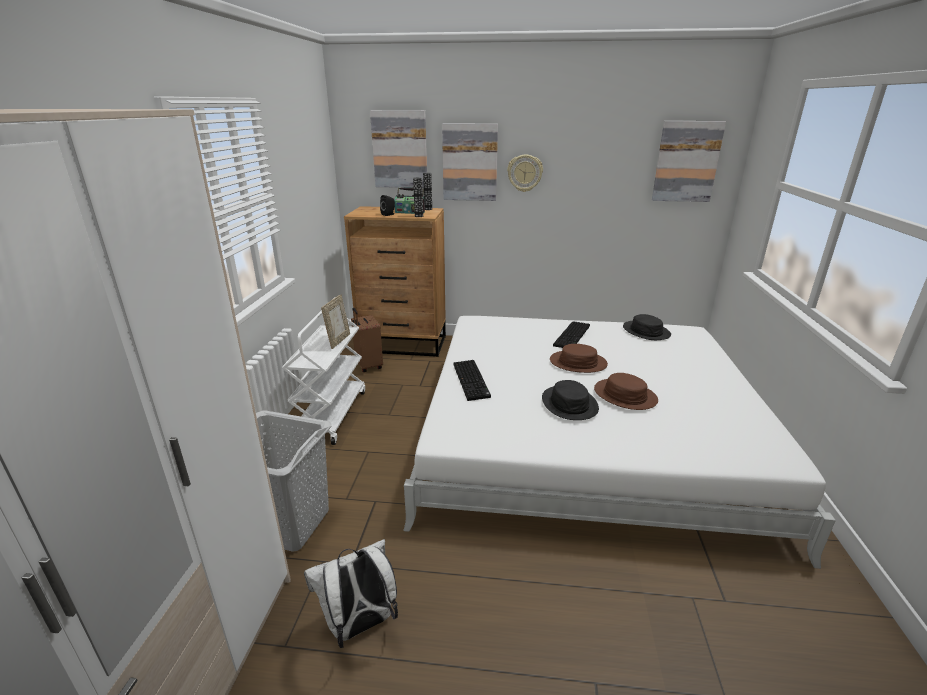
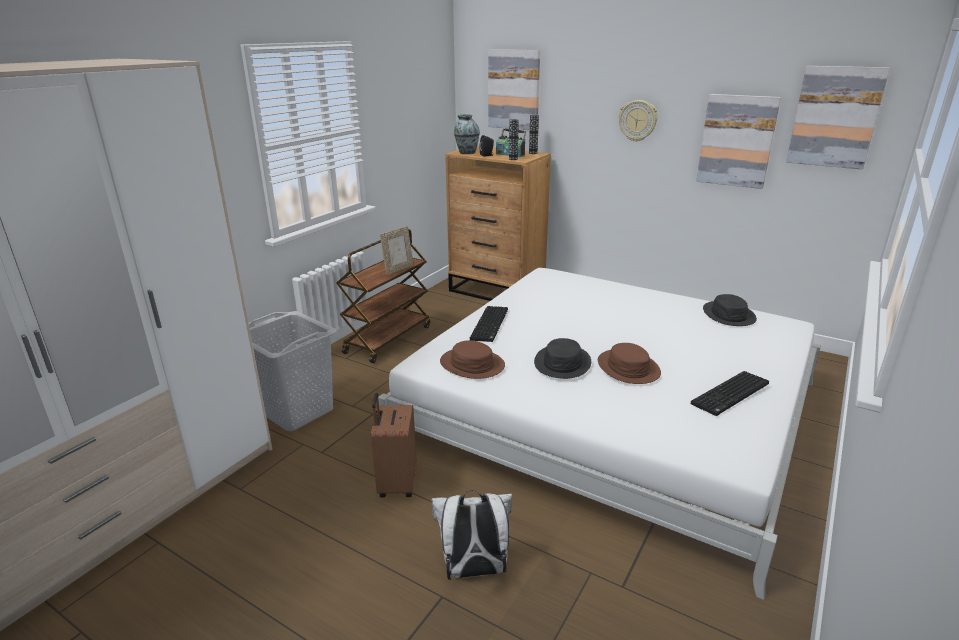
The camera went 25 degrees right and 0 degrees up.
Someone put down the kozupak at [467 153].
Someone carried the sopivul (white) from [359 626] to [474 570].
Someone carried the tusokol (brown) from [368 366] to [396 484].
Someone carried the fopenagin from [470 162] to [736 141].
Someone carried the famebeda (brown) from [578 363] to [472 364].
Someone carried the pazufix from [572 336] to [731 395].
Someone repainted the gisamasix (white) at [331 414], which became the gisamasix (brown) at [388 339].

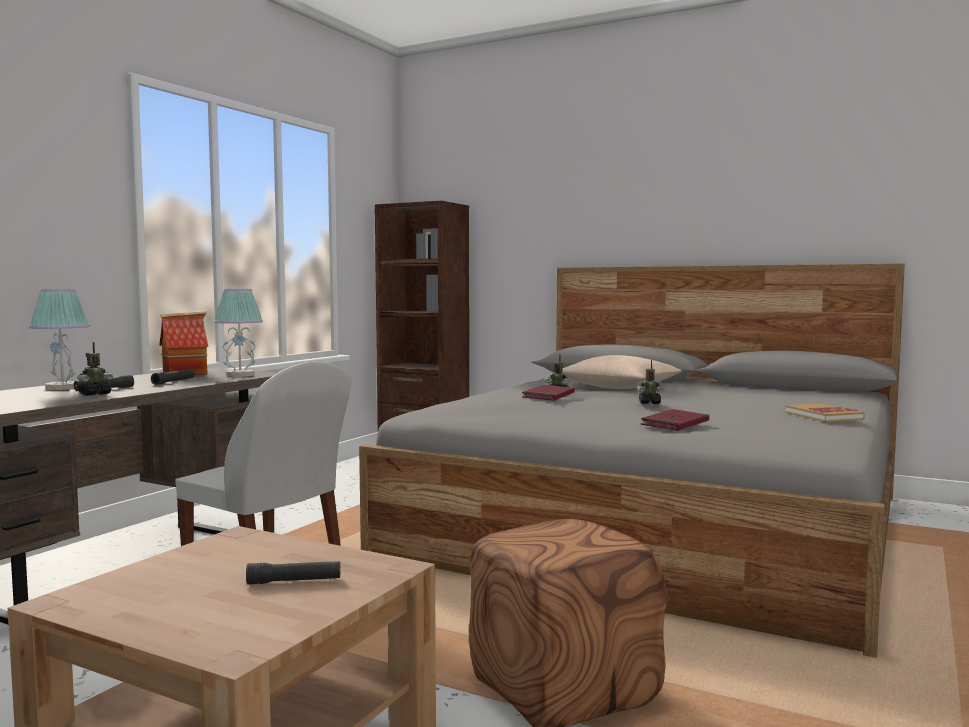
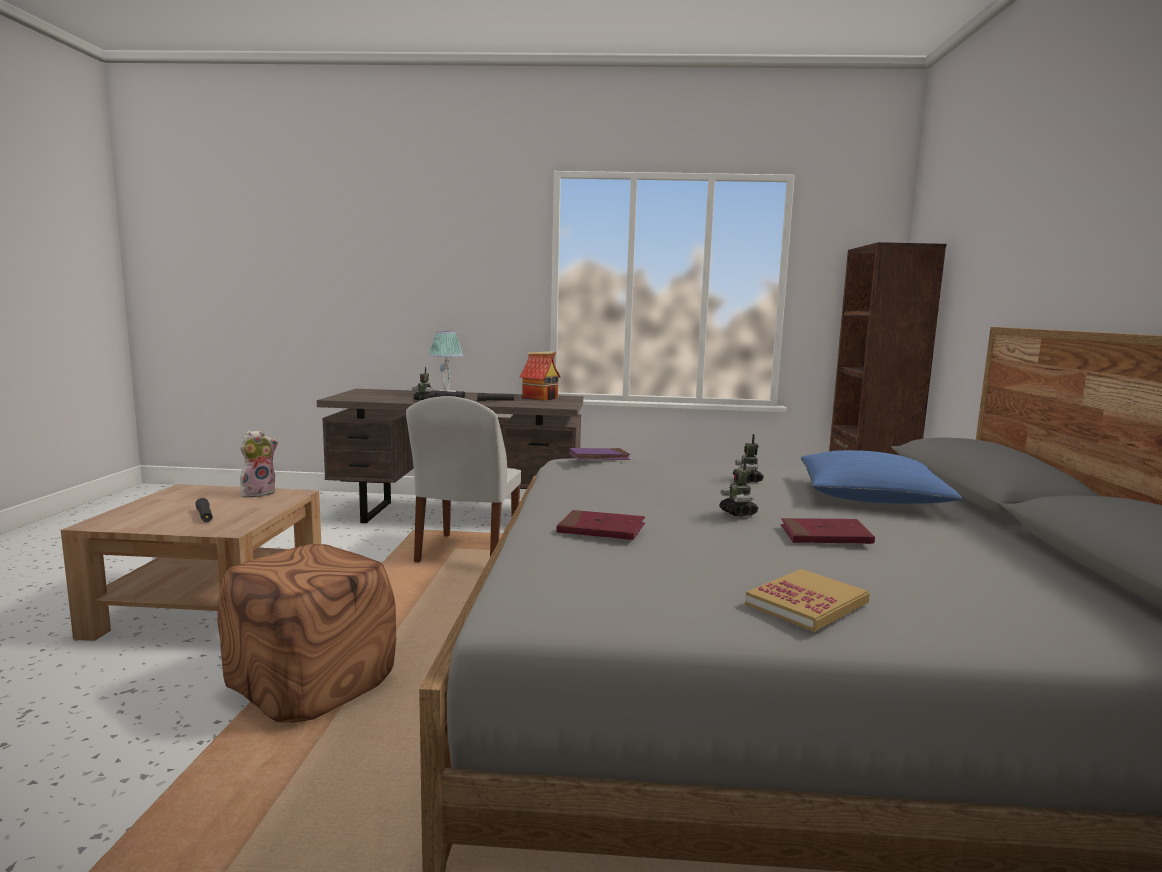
The camera went 65 degrees right and 5 degrees up.
Someone took away the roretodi at [240 375].
Someone put down the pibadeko at [258 493].
Someone put down the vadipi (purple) at [599 457].
Someone carried the vadipi (red) from [548 396] to [825 536].
Someone repainted the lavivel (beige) at [619 387], which became the lavivel (blue) at [870 498].

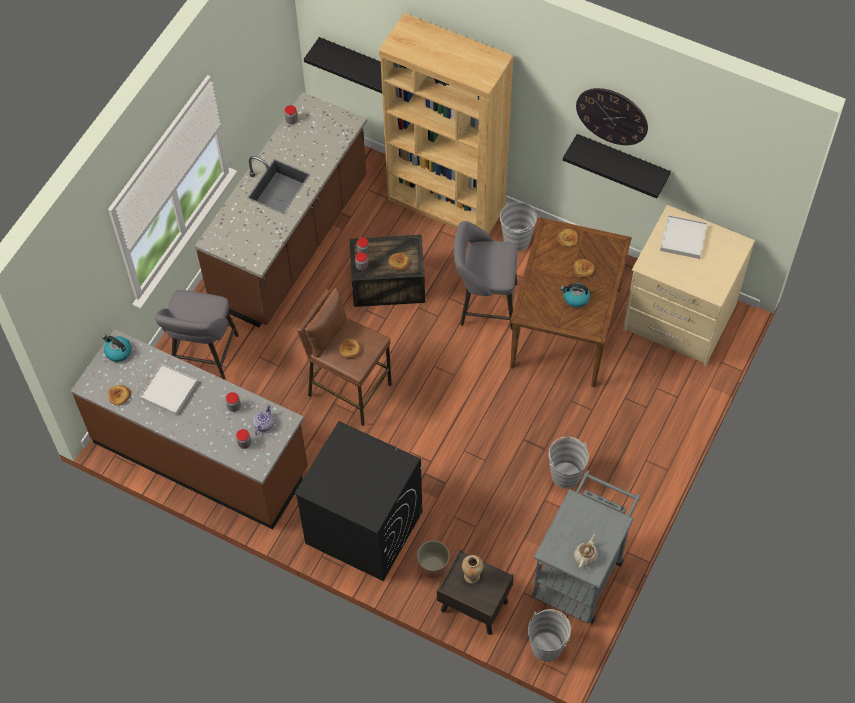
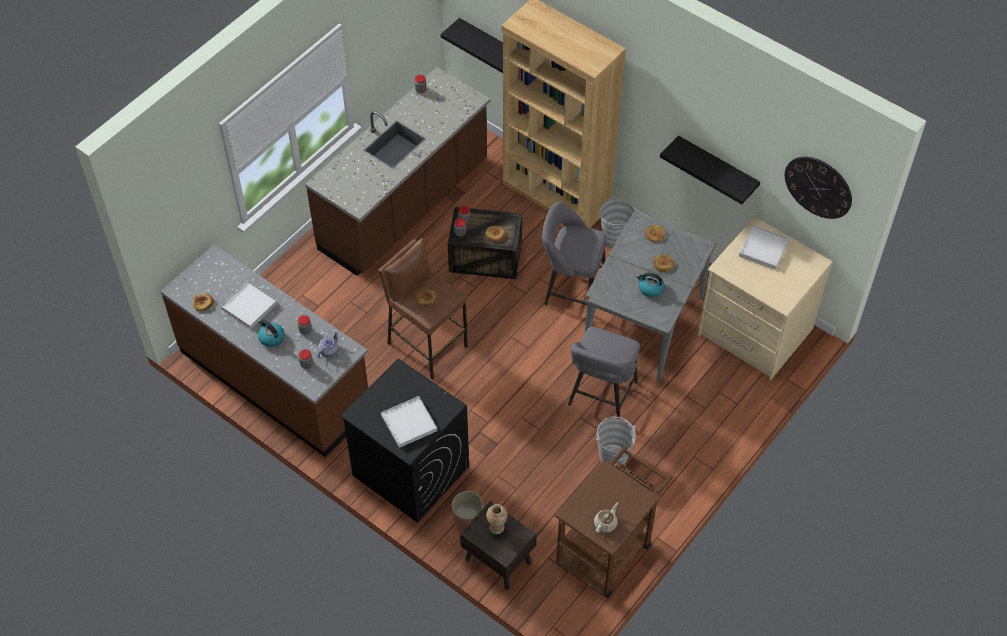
The camera went 10 degrees right and 5 degrees down.
Someone took away the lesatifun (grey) at [547 647].
Someone put down the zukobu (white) at [409 423].
Someone carried the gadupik from [118 352] to [271 338].
Someone carried the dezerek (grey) from [203 356] to [601 397].
Someone carried the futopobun from [612 116] to [818 187].
Someone repainted the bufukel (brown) at [565 328], which became the bufukel (grey) at [643 323].
Someone repainted the gisamasix (grey) at [581 571], which became the gisamasix (brown) at [608 547].

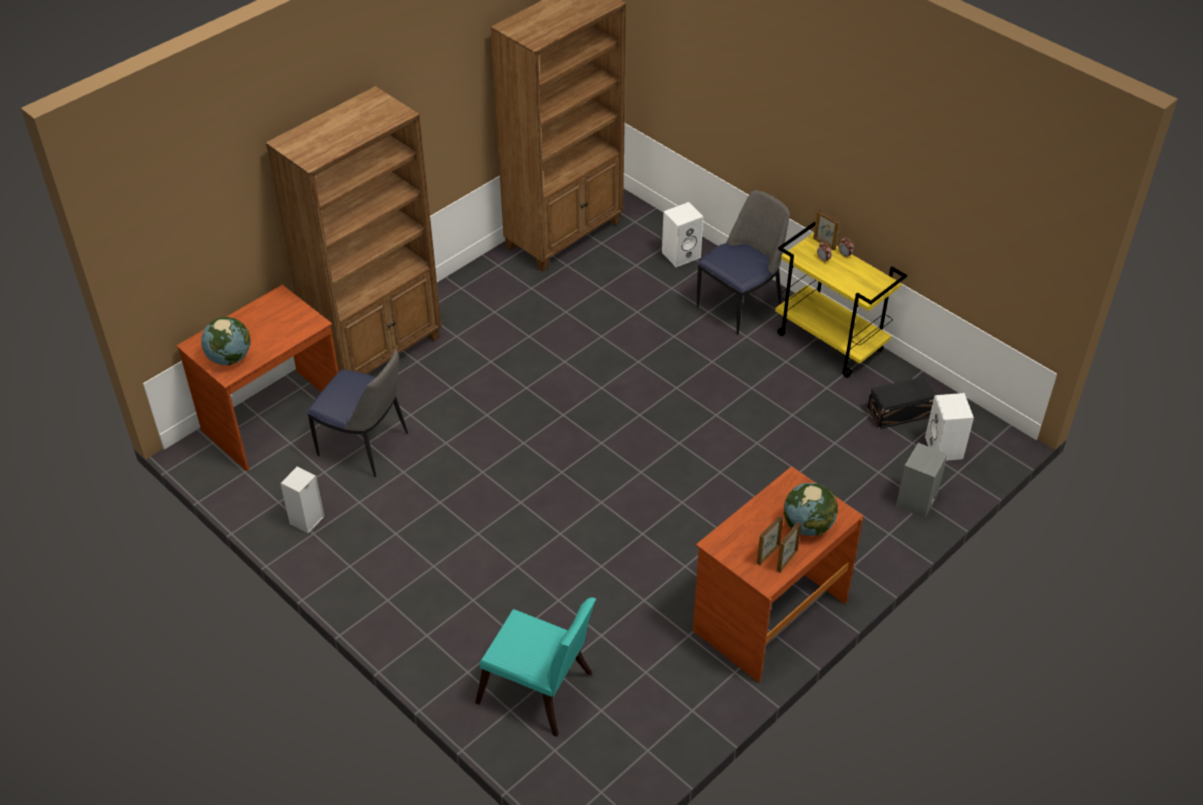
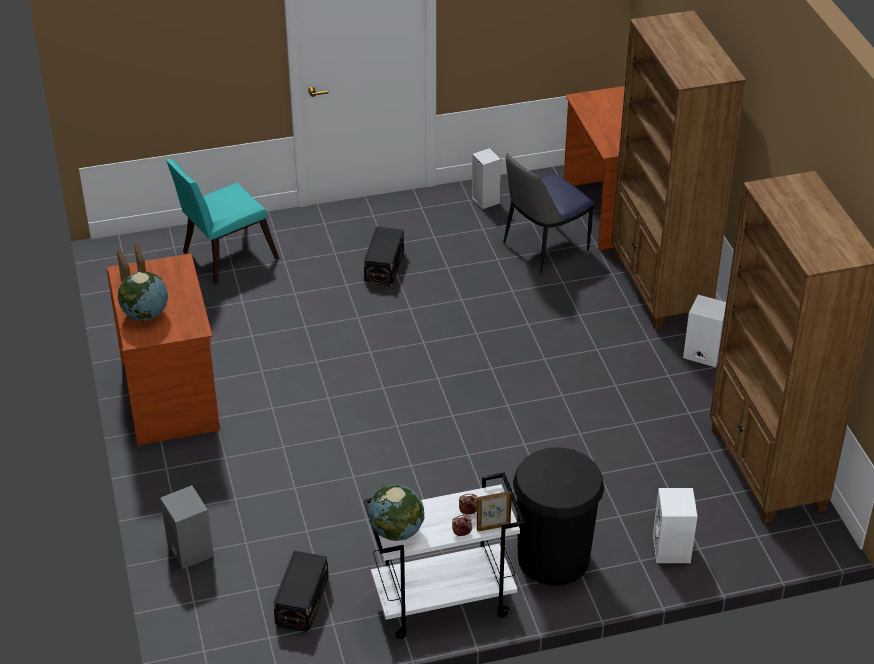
The camera went 120 degrees right and 5 degrees down.
Someone put down the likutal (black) at [385 266].
Someone carried the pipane from [230 358] to [397 531].
Someone carried the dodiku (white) from [945 448] to [702 353].
Someone swapped the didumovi at [740 305] for the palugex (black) at [553 558].
Someone repainted the gisamasix (yellow) at [831 342], which became the gisamasix (white) at [442 603].

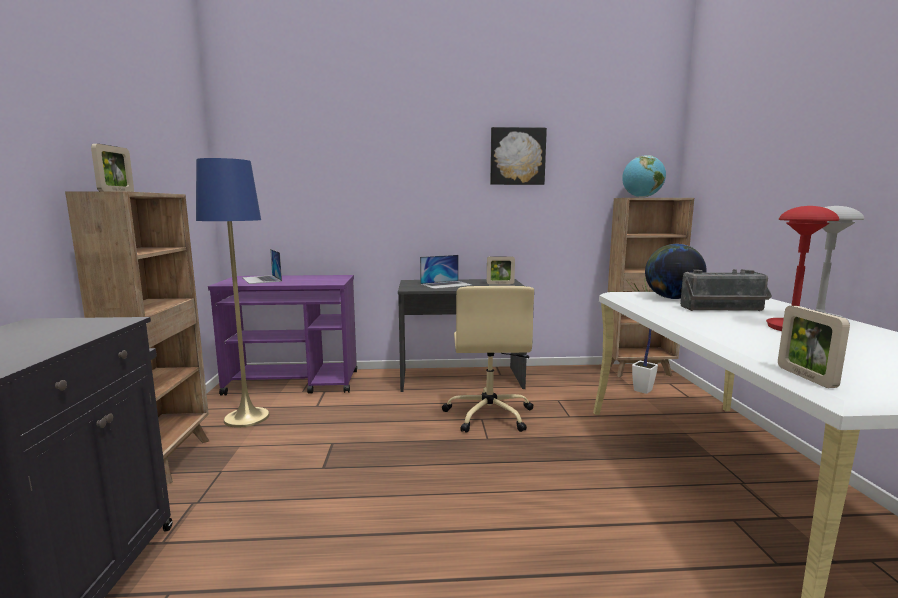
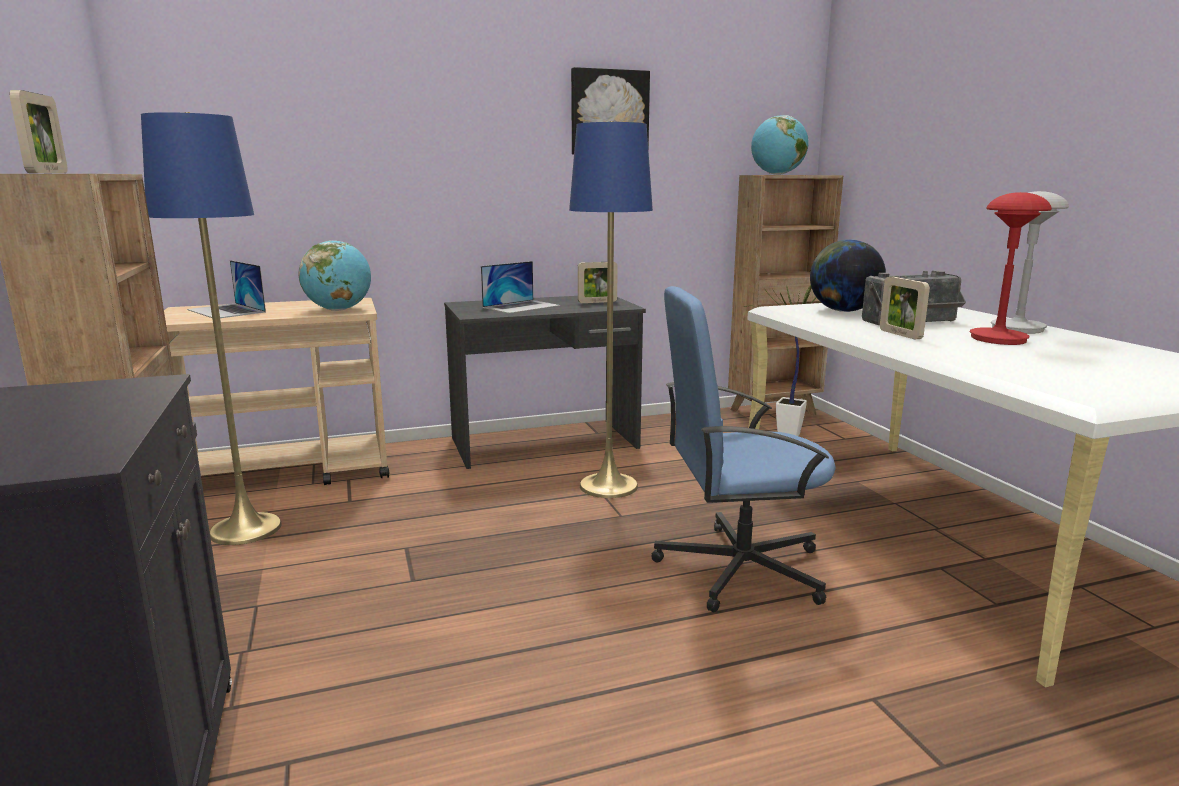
The camera went 15 degrees left and 5 degrees up.
Someone put down the pipane at [339 310].
Someone put down the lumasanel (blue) at [738 568].
Someone carried the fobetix from [805 377] to [900 334].
Someone swapped the lumasanel (beige) at [489 414] for the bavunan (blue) at [608 486].
Someone repainted the gisamasix (purple) at [294 383], which became the gisamasix (beige) at [291 472].

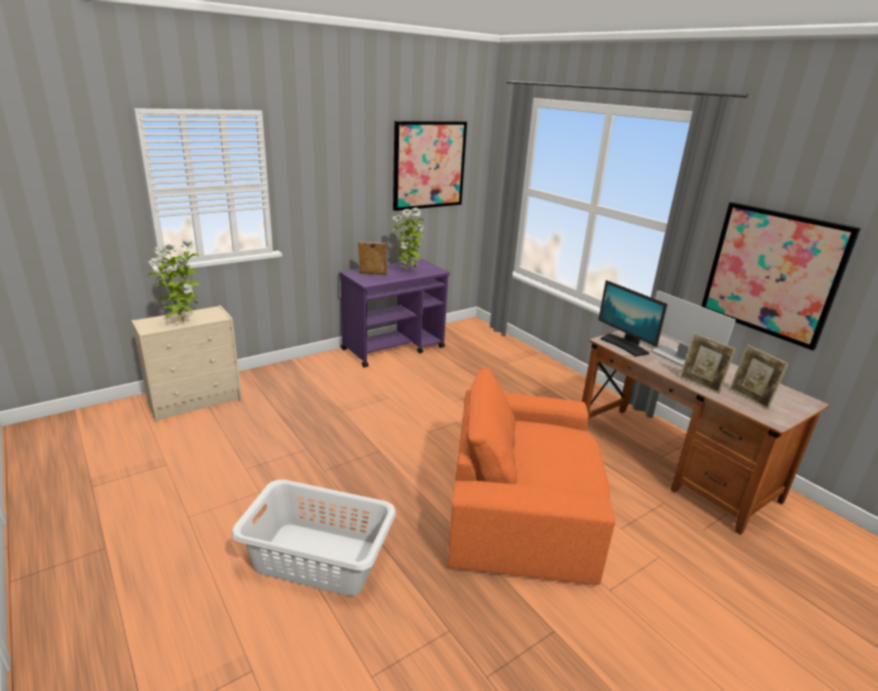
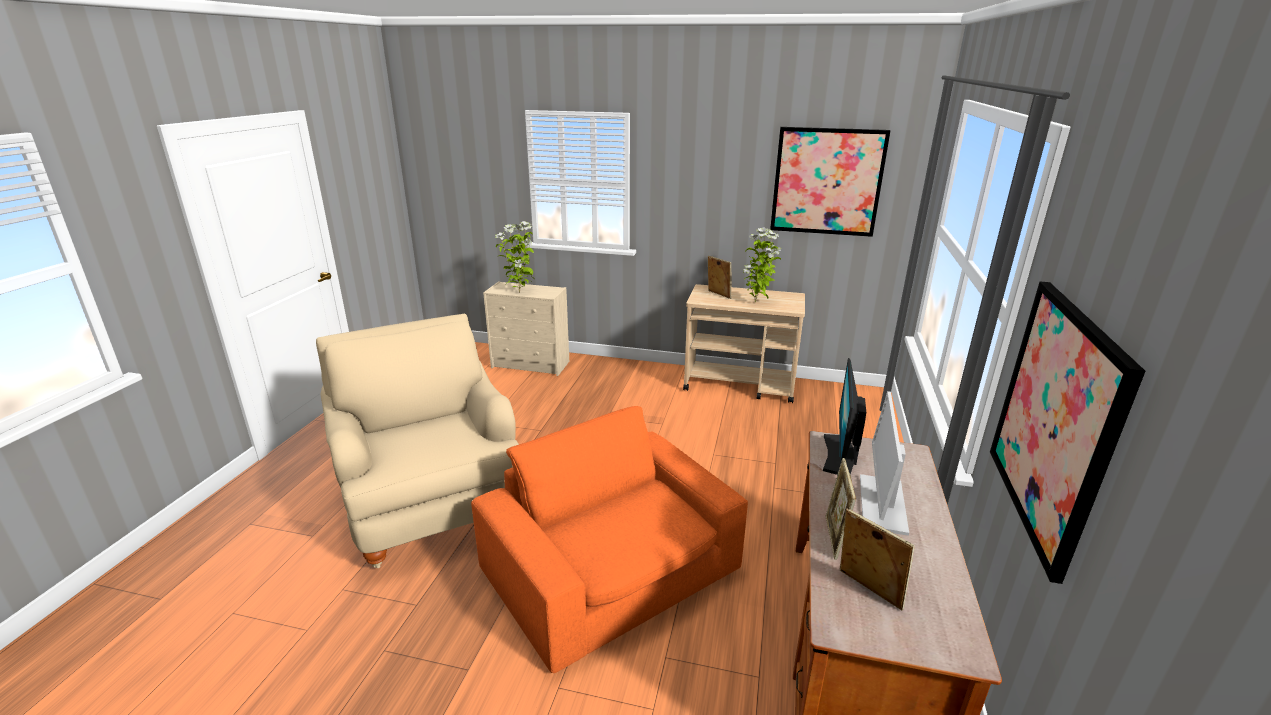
The camera went 50 degrees right and 0 degrees up.
Someone swapped the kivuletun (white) at [318 557] for the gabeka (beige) at [432 502].
Someone repainted the gisamasix (purple) at [394 348], which became the gisamasix (beige) at [740 385].
Someone rotated the fobetix at [750 399] by 120 degrees clockwise.

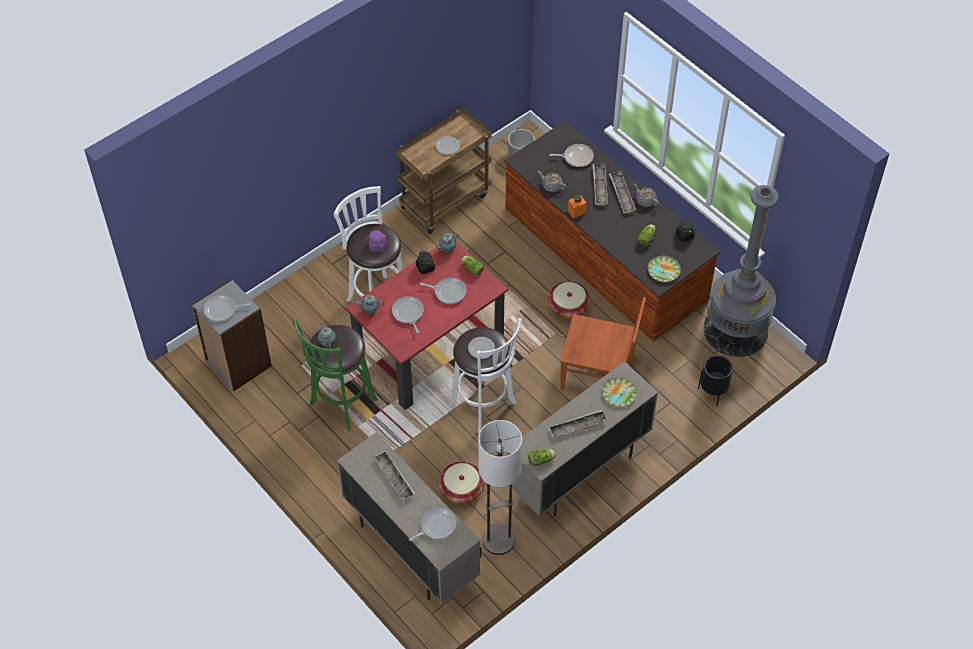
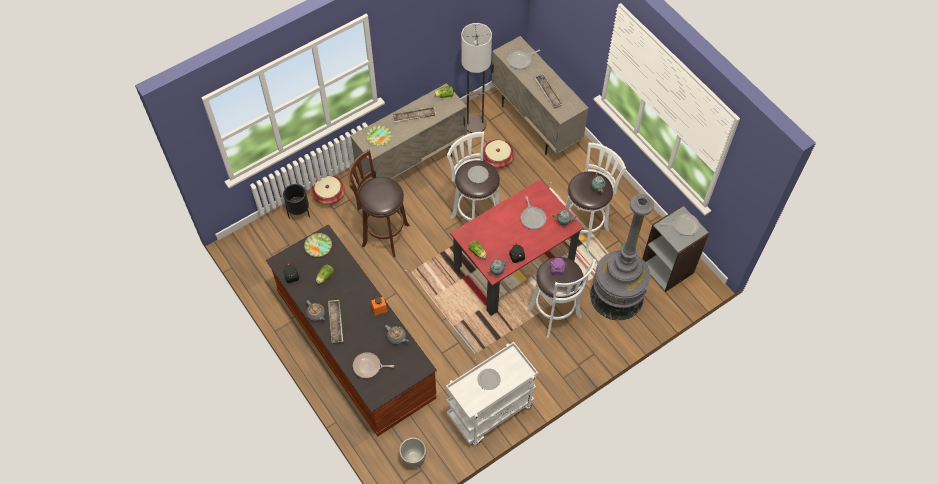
The camera went 175 degrees left and 5 degrees up.
Someone took away the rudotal at [448 292].
Someone took away the zukobu at [599 187].
Someone carried the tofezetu from [568 307] to [329 195].
Someone carried the bavunan (grey) from [735 330] to [616 296].
Someone swapped the didumovi (brown) at [599 375] for the dezerek (brown) at [383 235].
Someone repainted the dezerek (green) at [341 404], which became the dezerek (white) at [584 228].
Someone repainted the gisamasix (brown) at [445 200], which became the gisamasix (white) at [490 412].

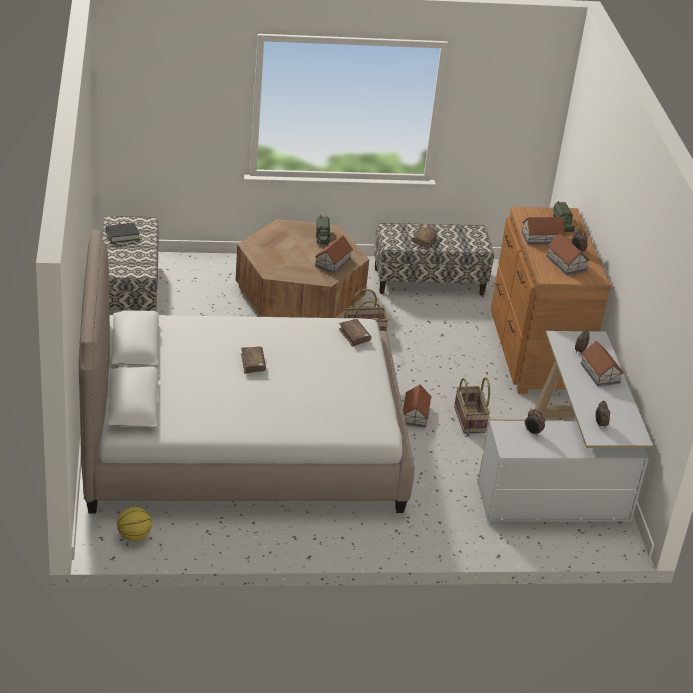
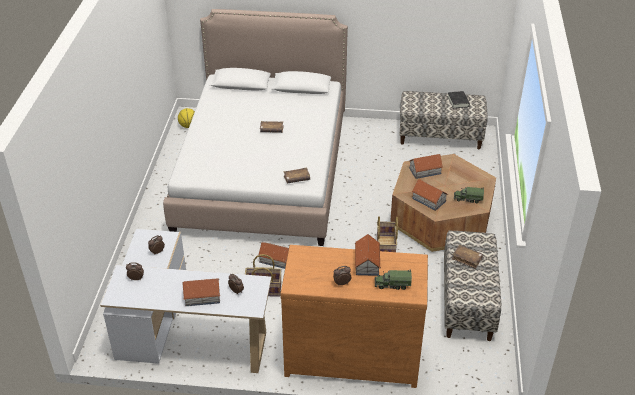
The camera went 105 degrees right and 5 degrees up.
Someone carried the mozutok from [566 263] to [425 171].

